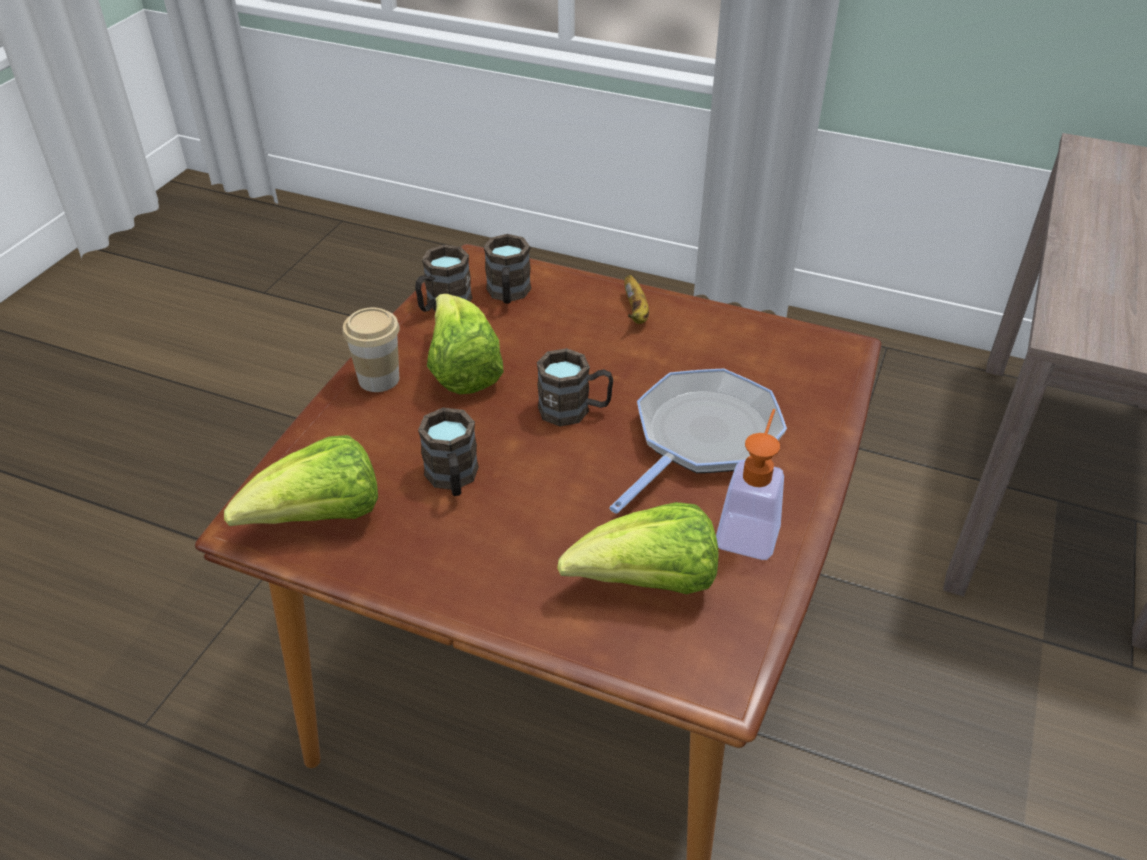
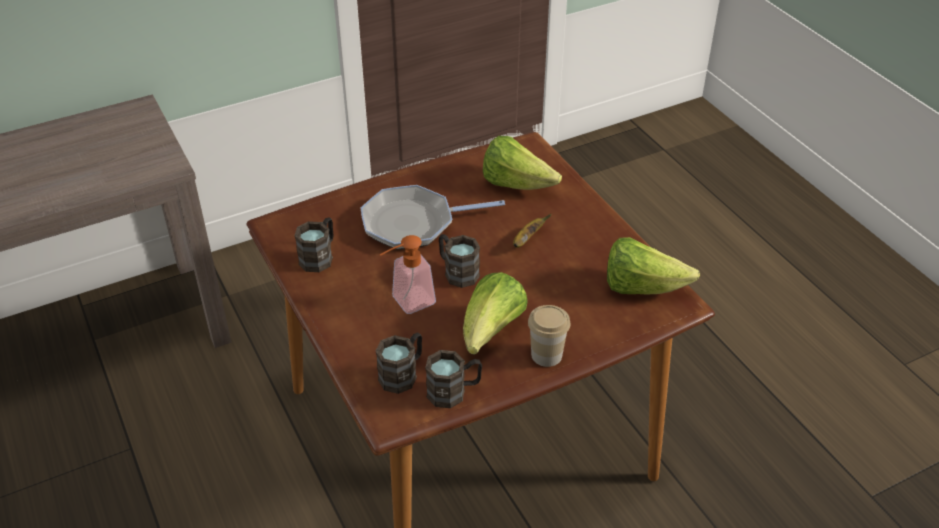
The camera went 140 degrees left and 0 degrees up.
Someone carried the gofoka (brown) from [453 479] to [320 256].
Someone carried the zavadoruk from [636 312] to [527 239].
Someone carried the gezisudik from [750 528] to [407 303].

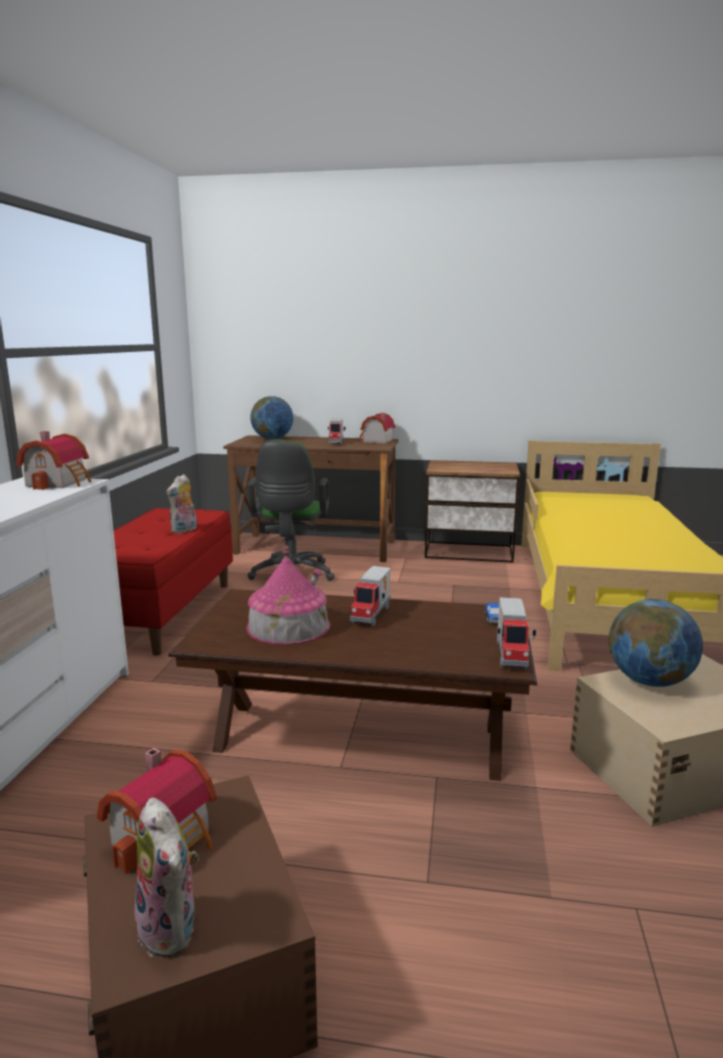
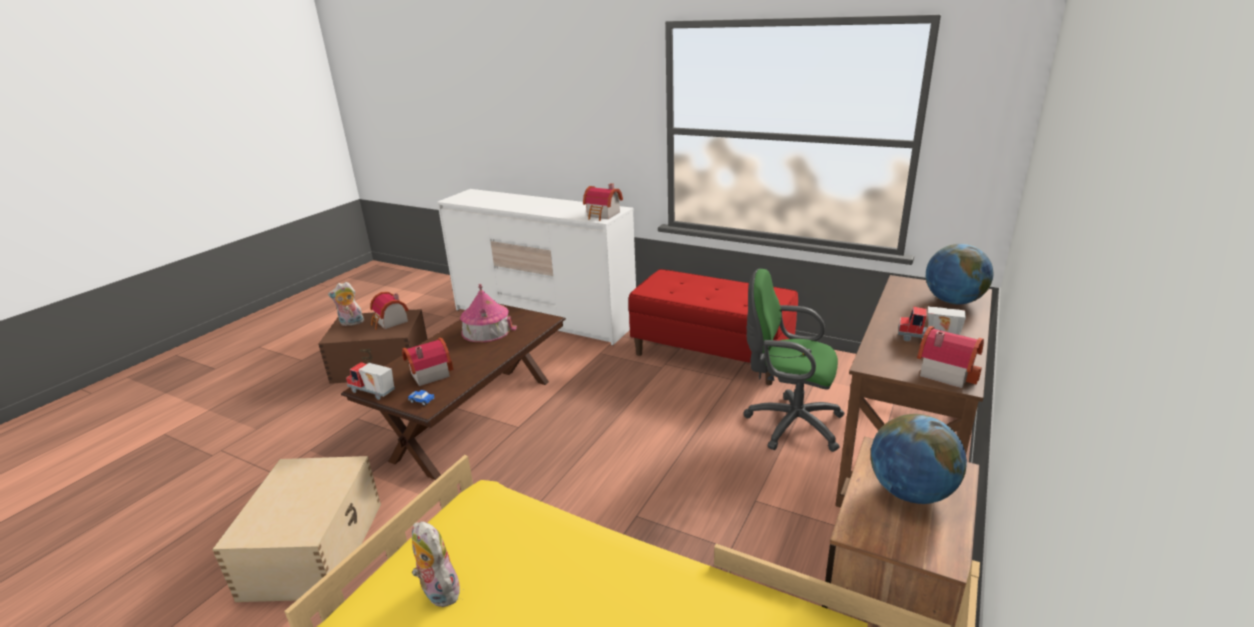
The camera went 110 degrees right and 10 degrees up.
Someone took away the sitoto at [372 615].
Someone put down the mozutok at [428 374].
Someone carried the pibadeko from [184 530] to [438 591].
Someone carried the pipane from [649 681] to [910 492].

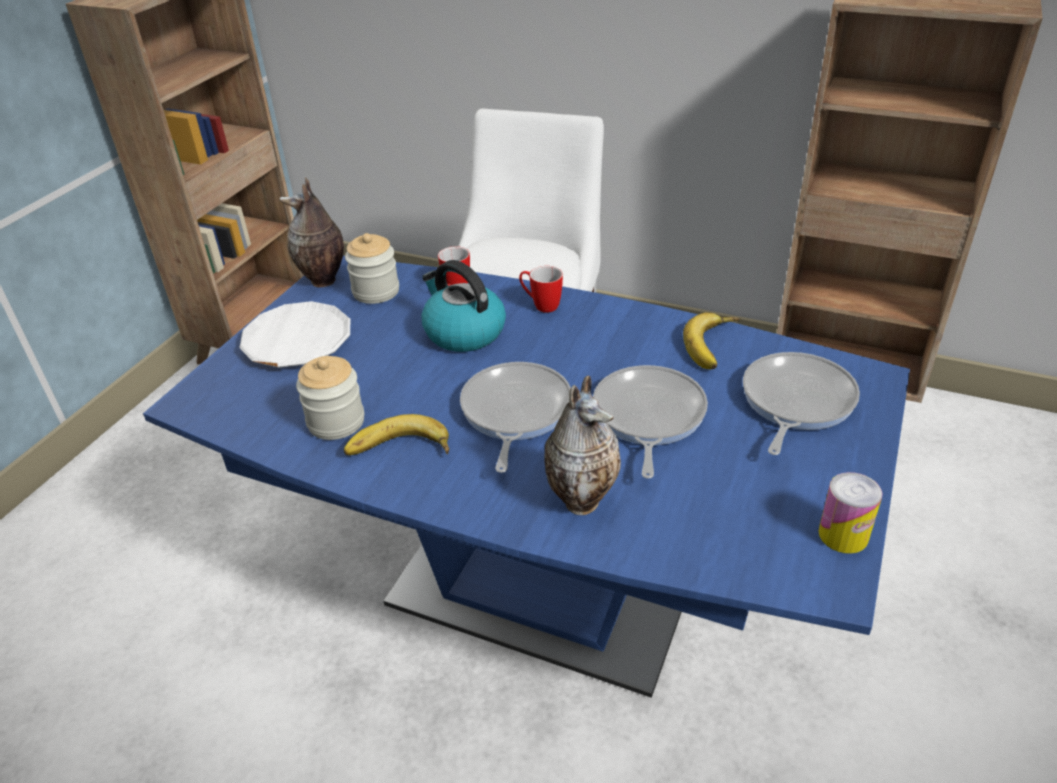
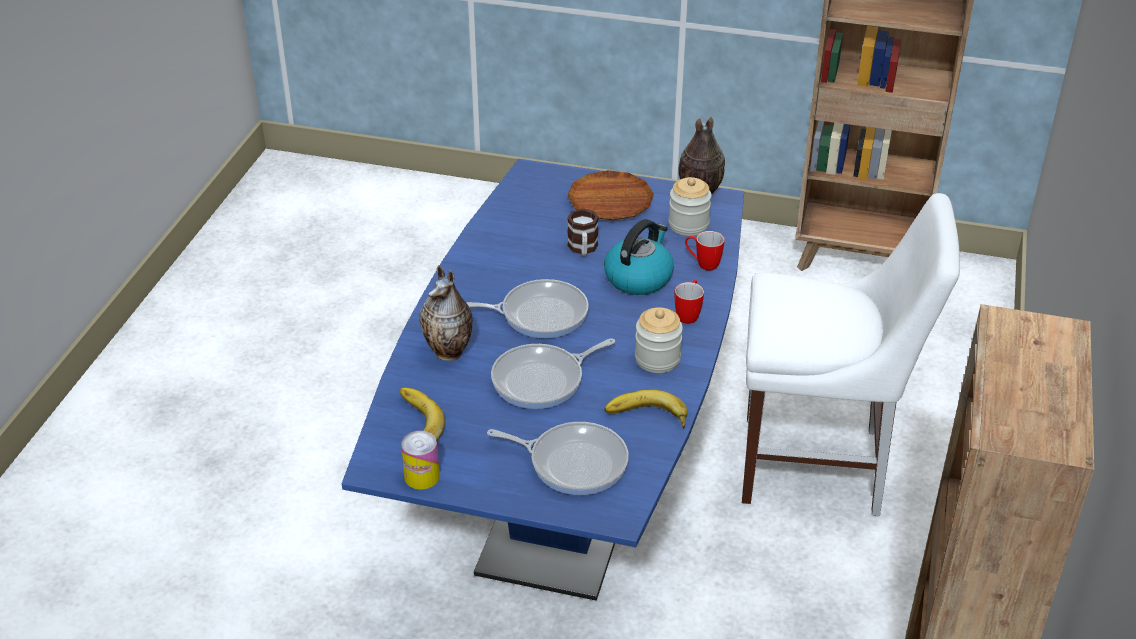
The camera went 80 degrees right and 0 degrees up.
Someone put down the gofoka at [583 249].
Someone carried the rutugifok from [336 422] to [657 359].
Someone carried the zavadoruk from [399 451] to [413 423].
Someone repainted the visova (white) at [298 341], which became the visova (brown) at [610 201].
Someone rotated the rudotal at [647 417] by 150 degrees clockwise.

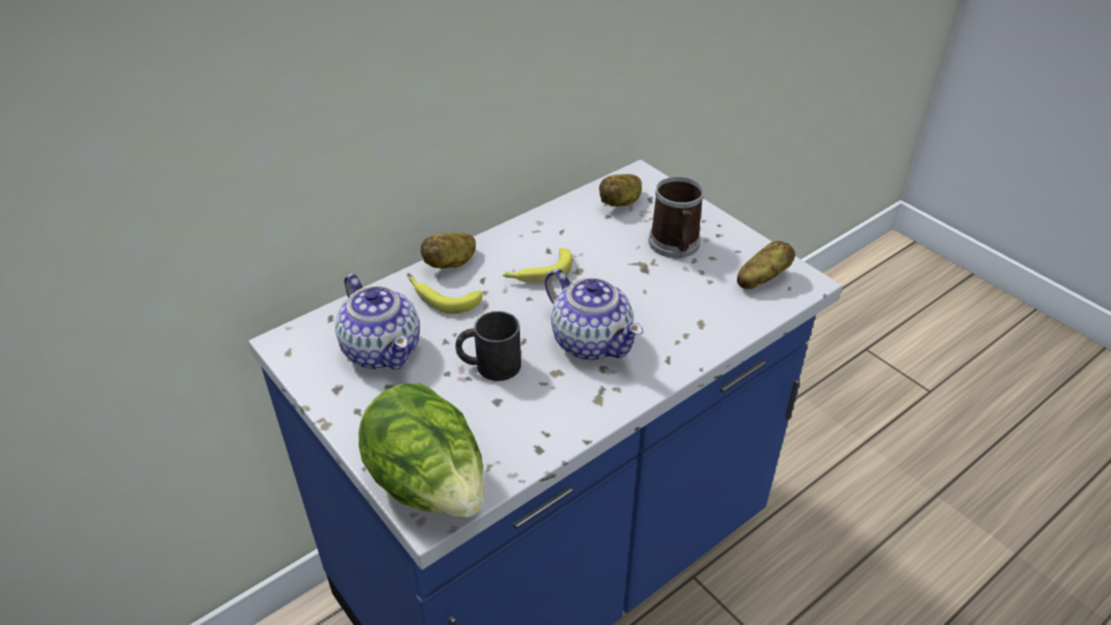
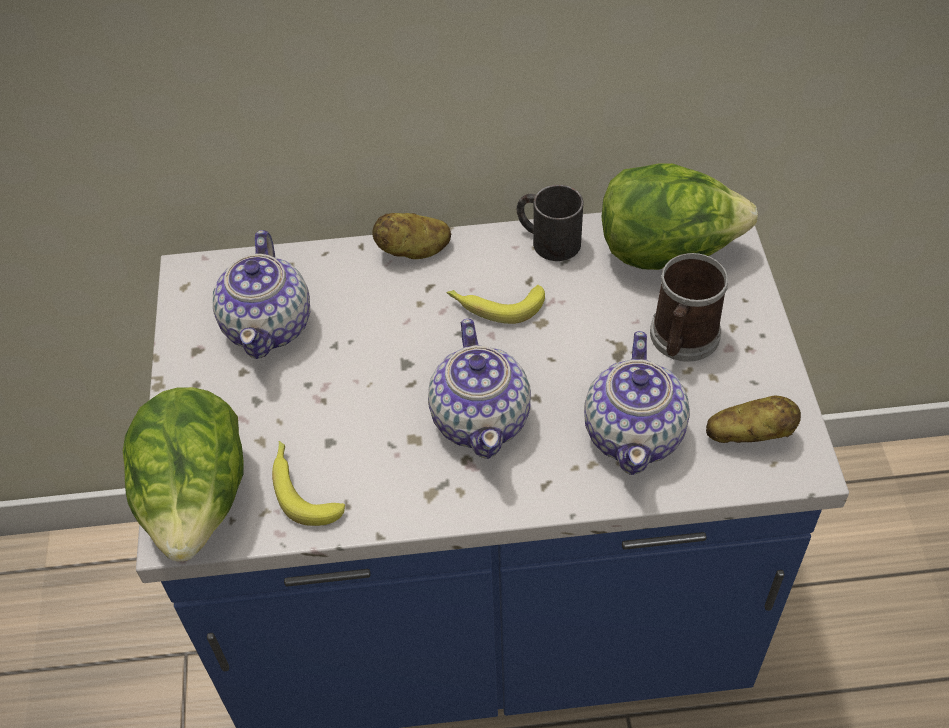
The camera went 35 degrees right and 10 degrees up.
Someone put down the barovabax at [634 433].
Someone carried the zavadoruk from [442 298] to [302 488].
Someone carried the gofoka (black) from [489 365] to [547 239].
Someone swapped the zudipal at [621 202] for the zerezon at [667 251].

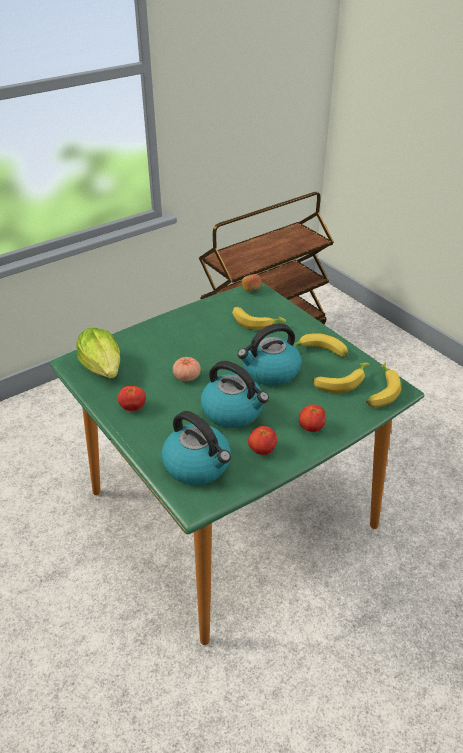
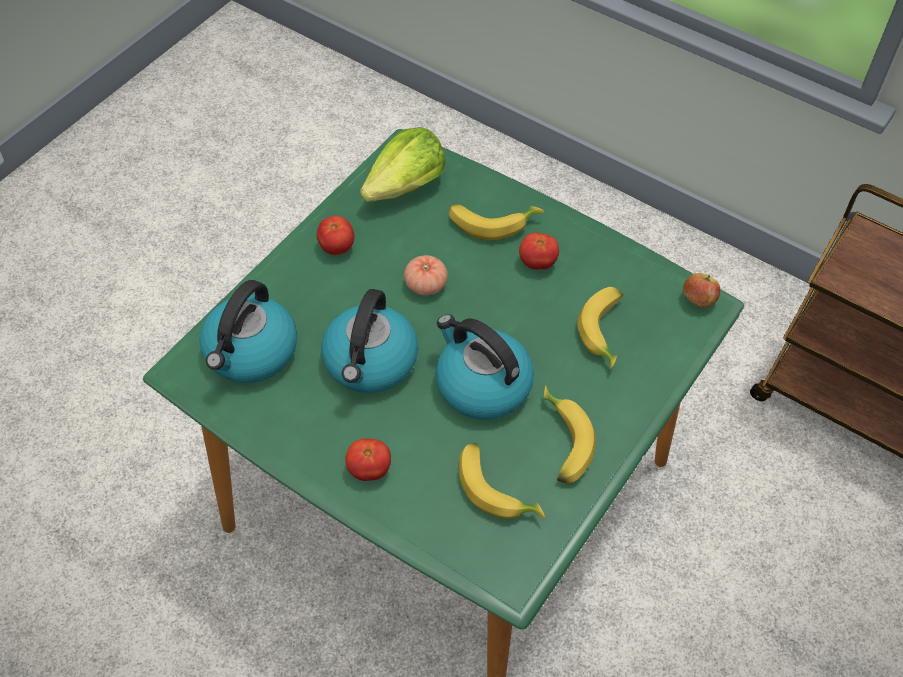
The camera went 70 degrees right and 15 degrees up.
Someone carried the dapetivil from [262 450] to [537 263].
Someone carried the zavadoruk from [380 391] to [492 222].

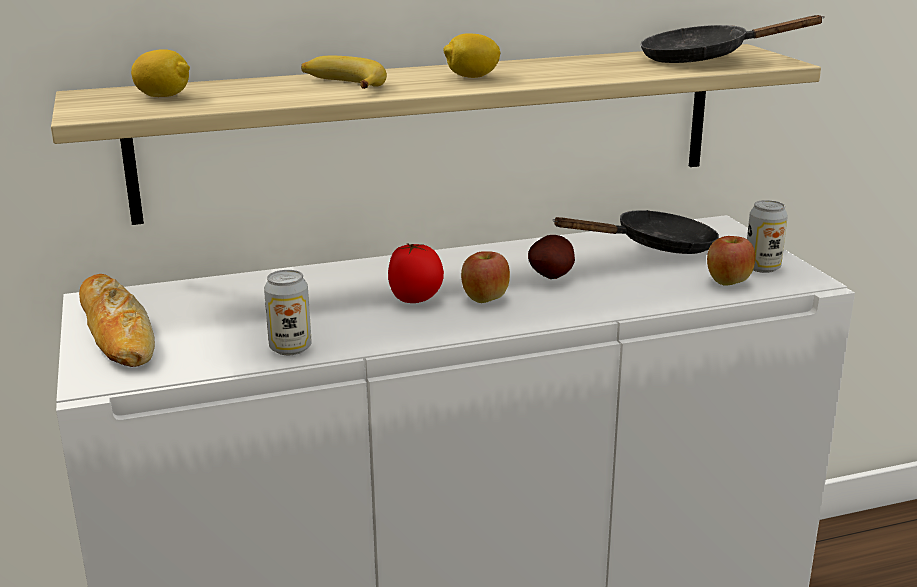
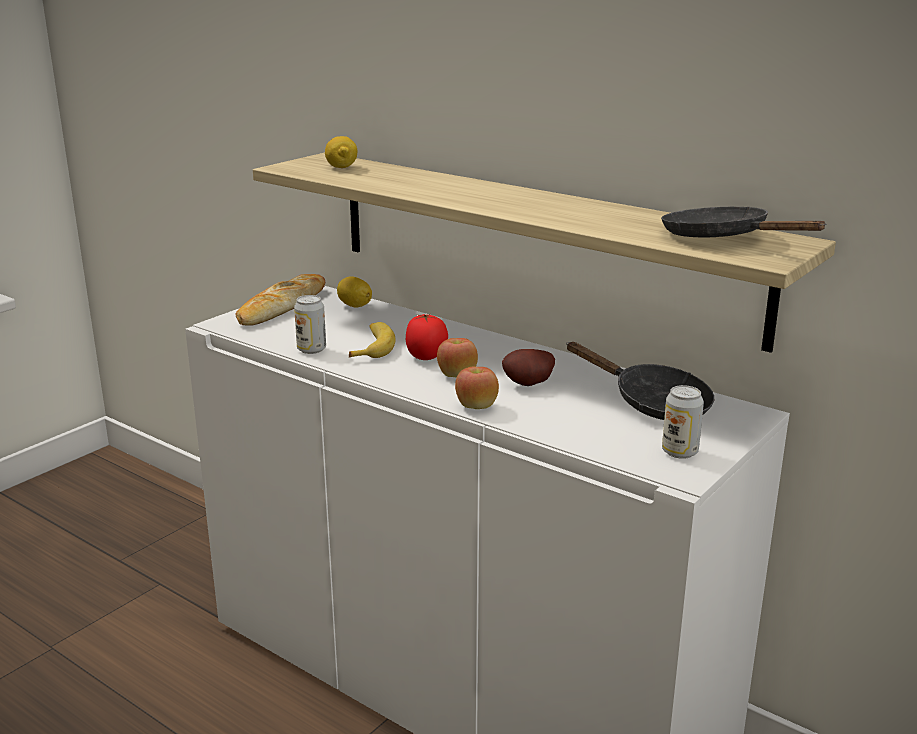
The camera went 55 degrees right and 0 degrees up.
Someone carried the zavadoruk from [342 84] to [372 347].
Someone carried the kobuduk from [471 77] to [354 306].
Someone carried the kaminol from [728 282] to [476 407].

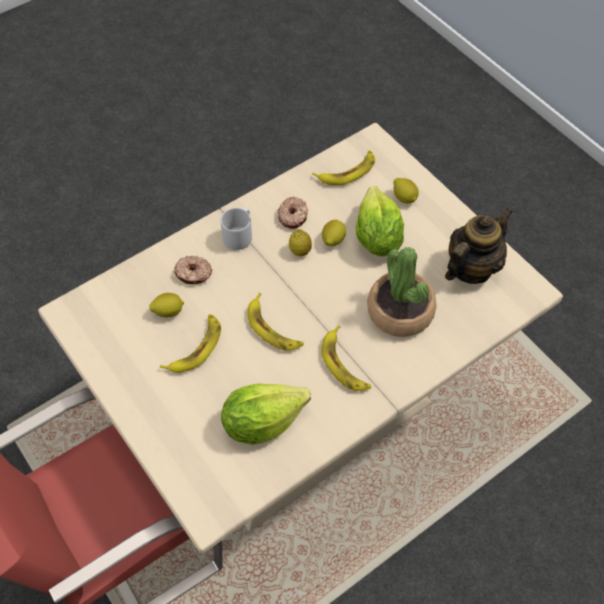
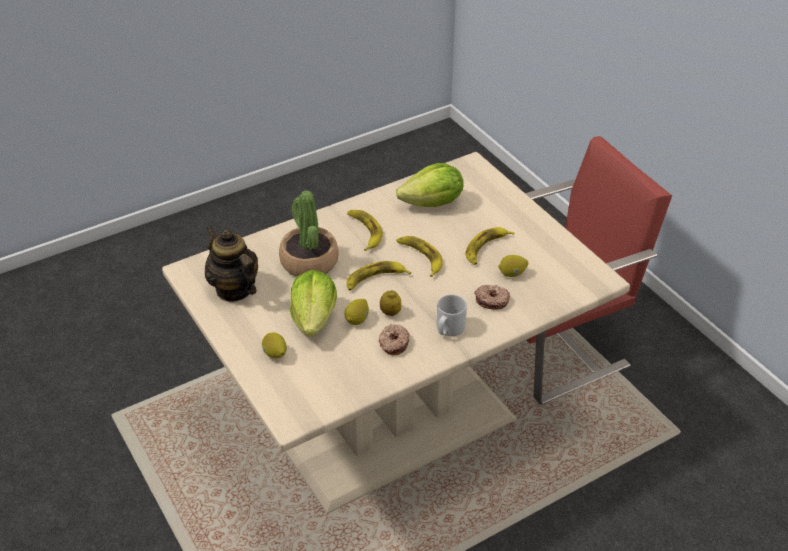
The camera went 175 degrees left and 15 degrees down.
Someone carried the zavadoruk from [347 171] to [375 279].
Someone rotated the barovabax at [471 268] by 90 degrees clockwise.

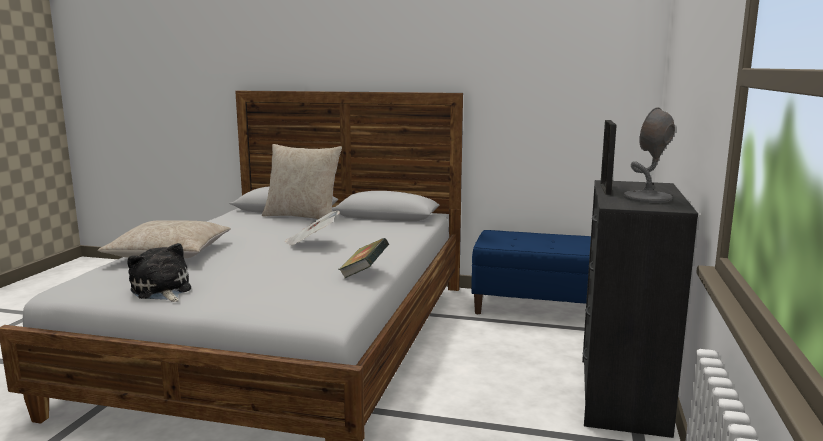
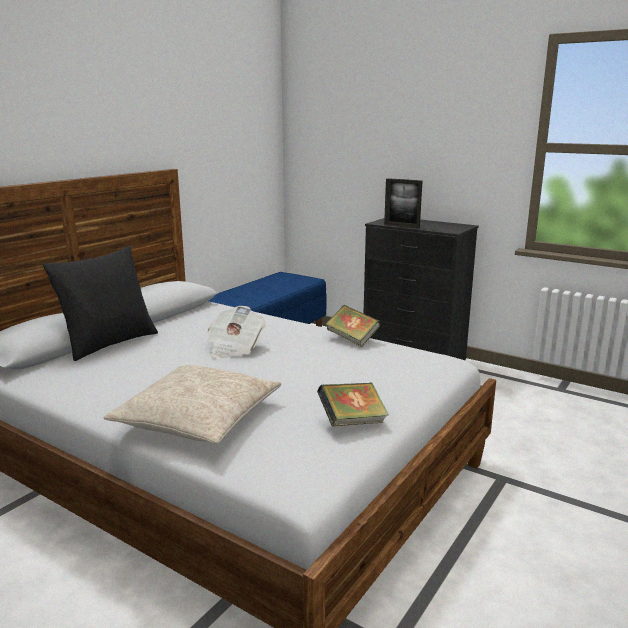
The camera went 70 degrees left and 5 degrees up.
Someone took away the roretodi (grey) at [647 198].
Someone swapped the pibadeko at [162 290] for the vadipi at [352 422].
Someone repainted the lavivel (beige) at [302 216], which became the lavivel (black) at [108 343].

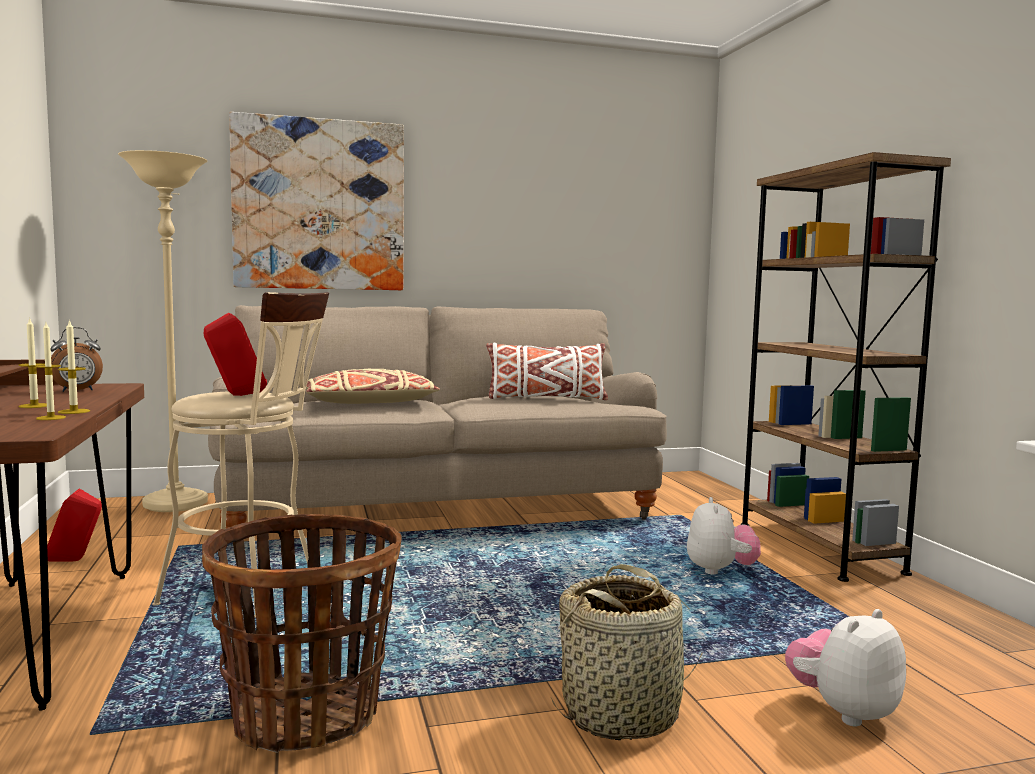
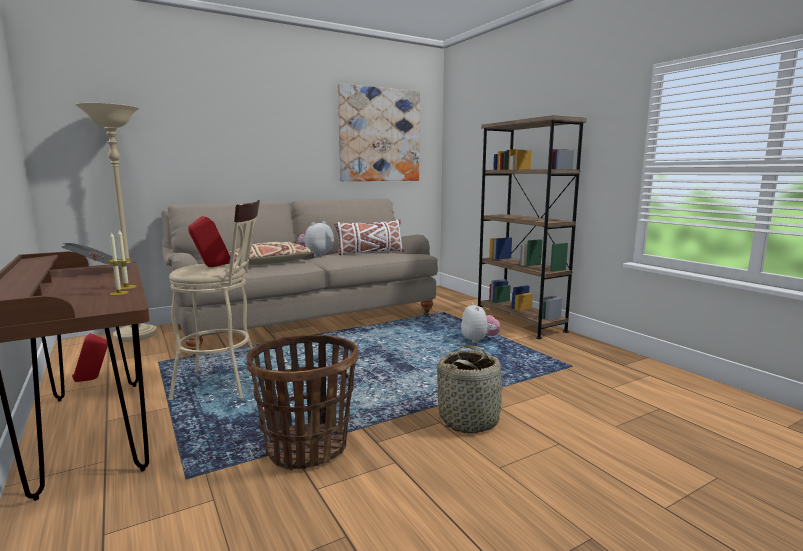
The camera went 15 degrees left and 5 degrees up.
Someone took away the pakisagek at [34 406].
Someone carried the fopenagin from [319 205] to [379 135].
Someone carried the pibadeko from [843 711] to [316 255].
Someone swapped the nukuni at [77 391] for the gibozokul at [101 271].

